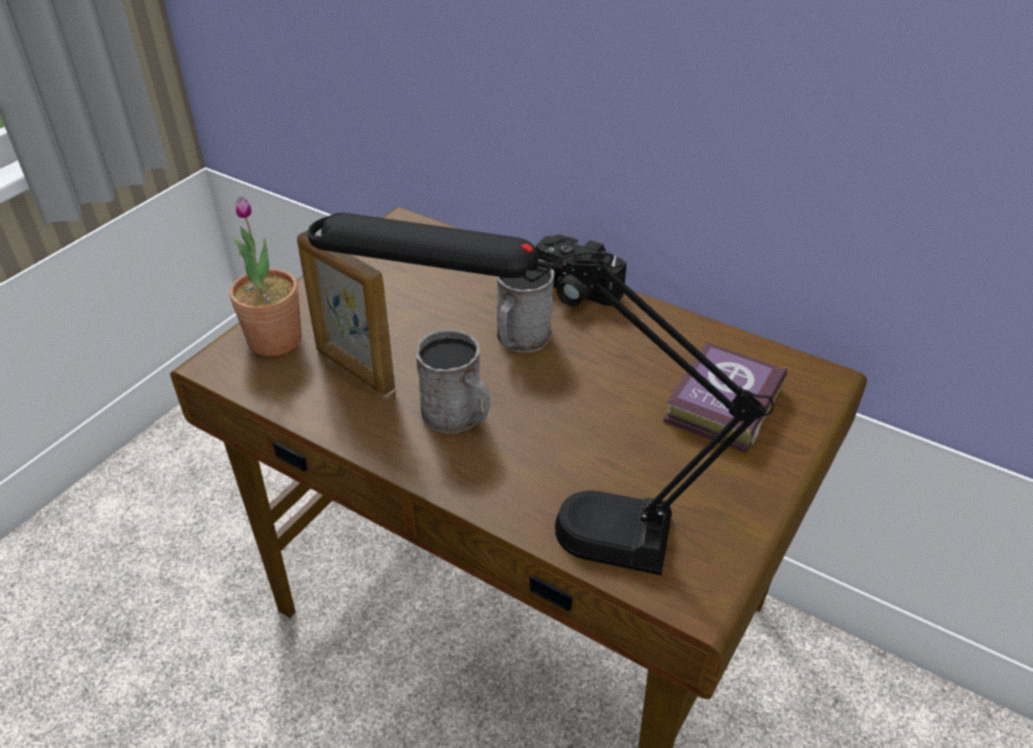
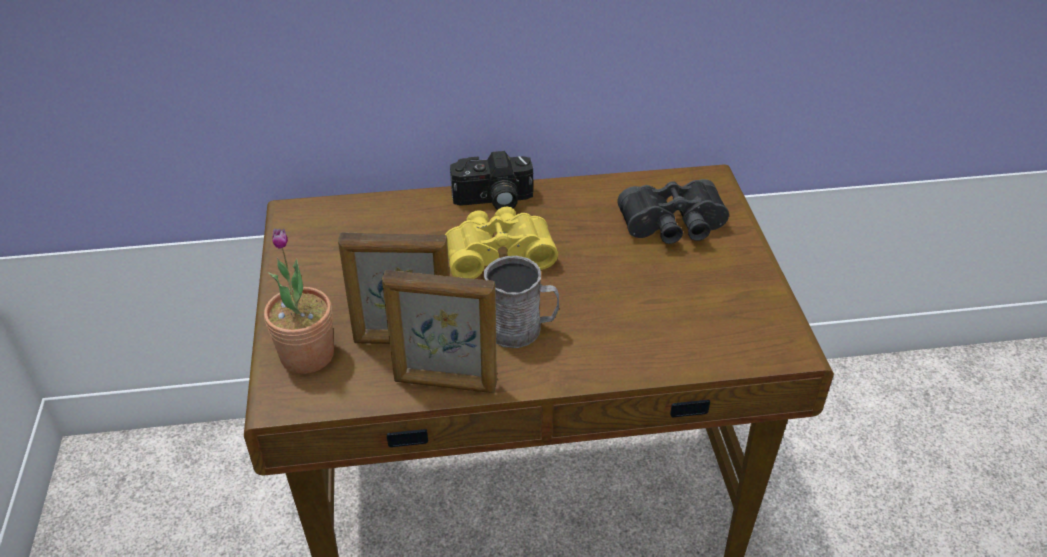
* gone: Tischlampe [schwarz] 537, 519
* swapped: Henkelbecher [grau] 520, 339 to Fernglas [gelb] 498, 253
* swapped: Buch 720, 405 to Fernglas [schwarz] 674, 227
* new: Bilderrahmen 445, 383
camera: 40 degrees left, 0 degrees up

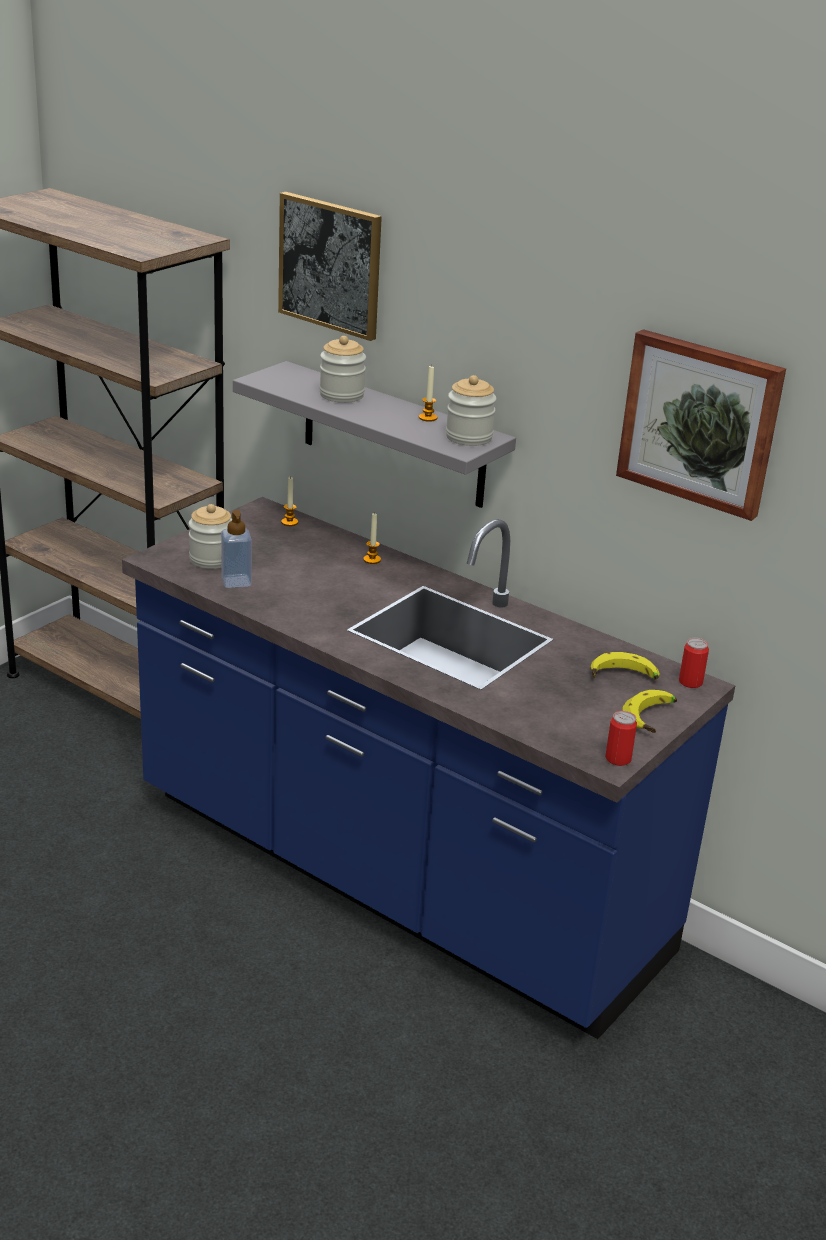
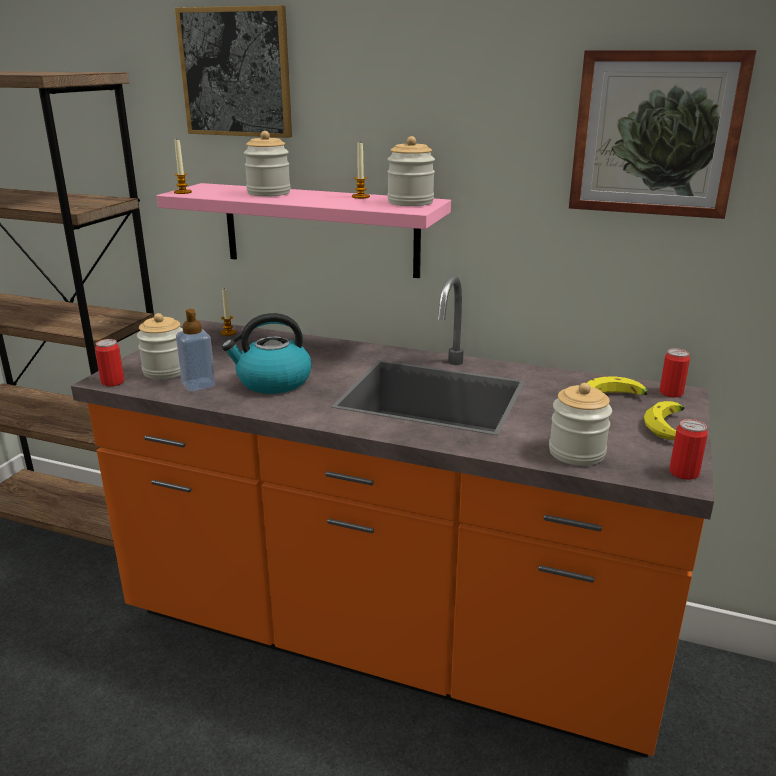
* repainted: Wandregal [grau] 393, 435 to Wandregal [rosa] 320, 230
* repainted: Küchenzeile [blau] 396, 878 to Küchenzeile [orange] 388, 639
* shifted: Kerze 372, 560 to 182, 192
* new: Wasserkessel 273, 382
* new: Dose 113, 382
* new: Vorratsglas 576, 452
camera: 15 degrees left, 5 degrees down

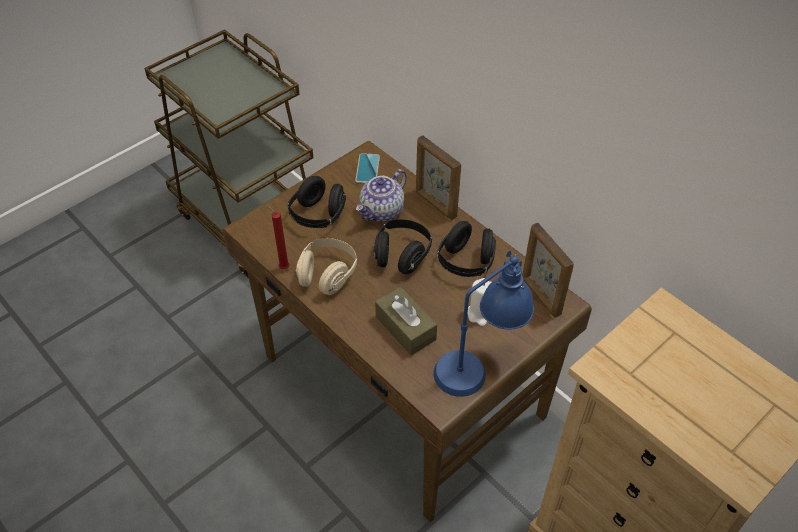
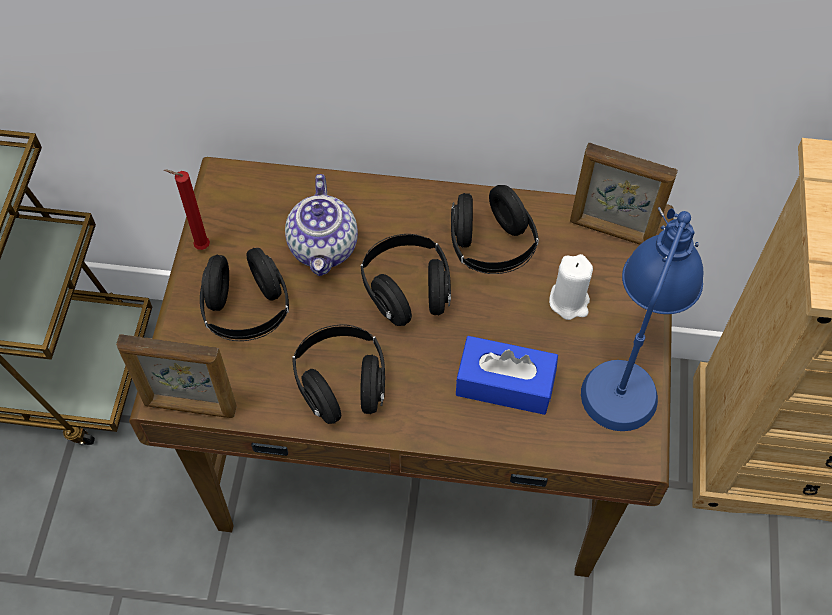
* shifted: Bilderrahmen 435, 204 to 190, 407
* gone: Handy 367, 169
* shifted: Kerze [rot] 283, 267 to 199, 247
* repainted: Kopfhörer [beige] 327, 275 to Kopfhörer [schwarz] 342, 384
* repainted: Taschentuchbox [braun] 405, 328 to Taschentuchbox [blau] 505, 384
camera: 40 degrees left, 10 degrees up

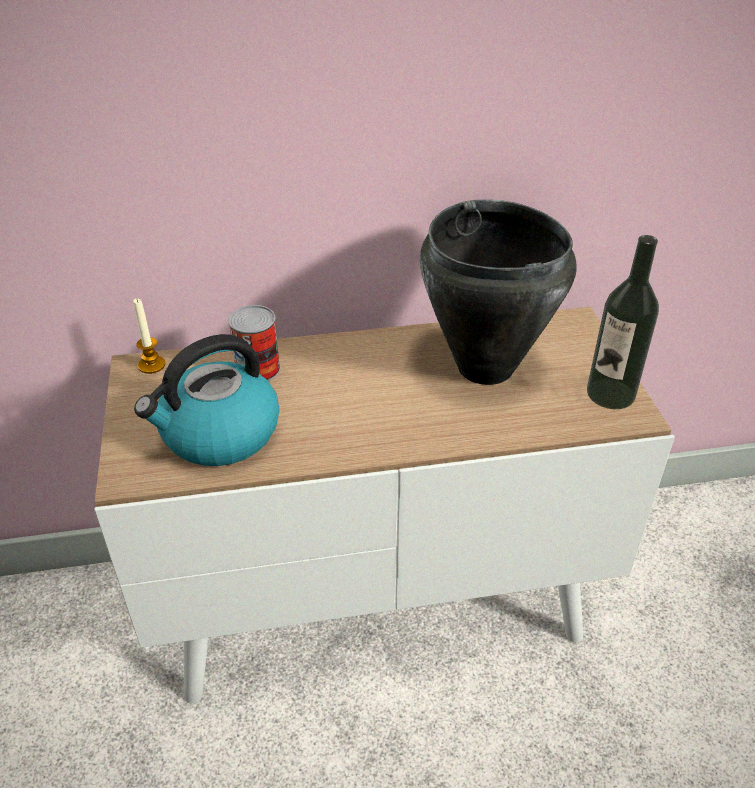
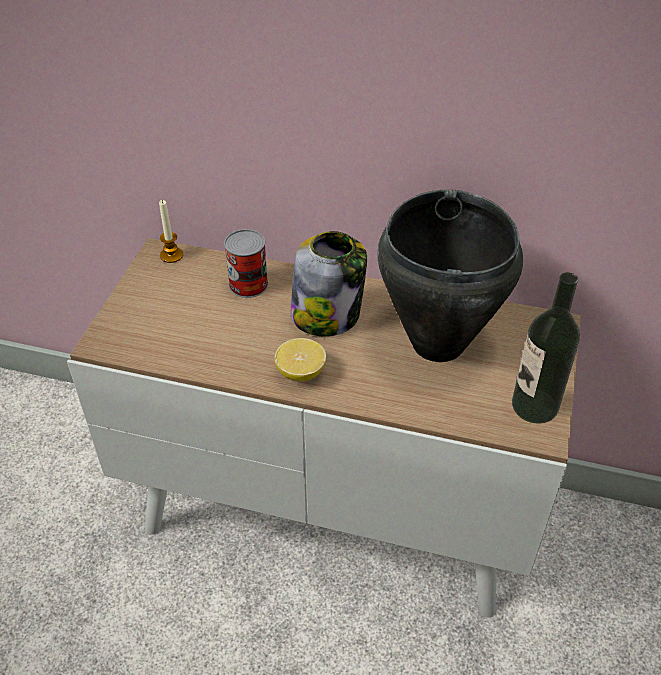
* gone: Wasserkessel 219, 434
* new: Vorratsglas 327, 315
* new: Zitrone 301, 372
camera: 25 degrees right, 5 degrees up

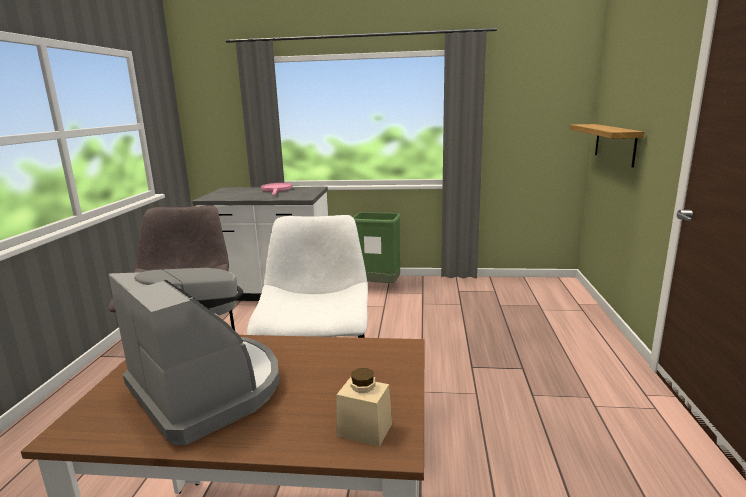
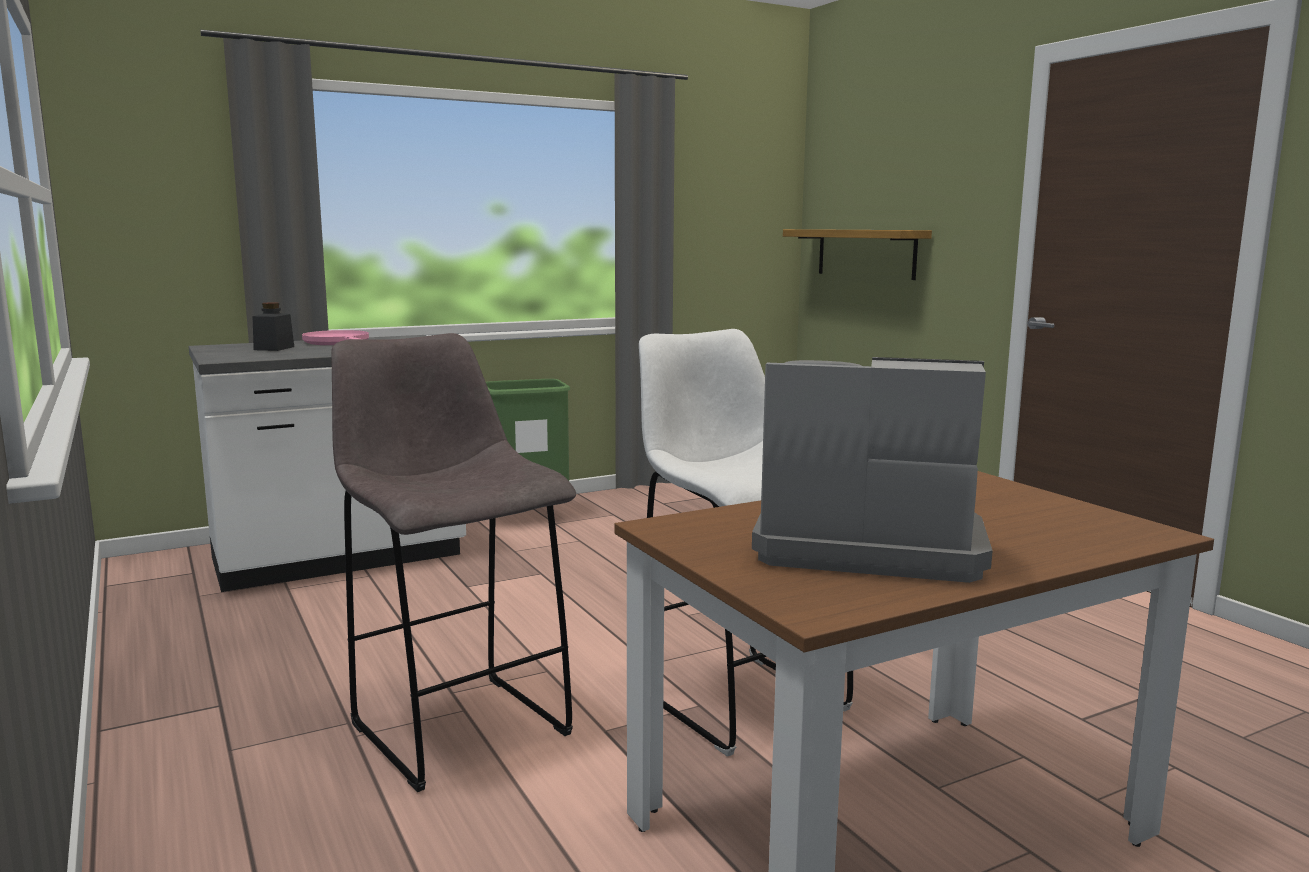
* gone: Vorratsglas [beige] 364, 430
* new: Vorratsglas [schwarz] 274, 348
camera: 35 degrees left, 5 degrees down

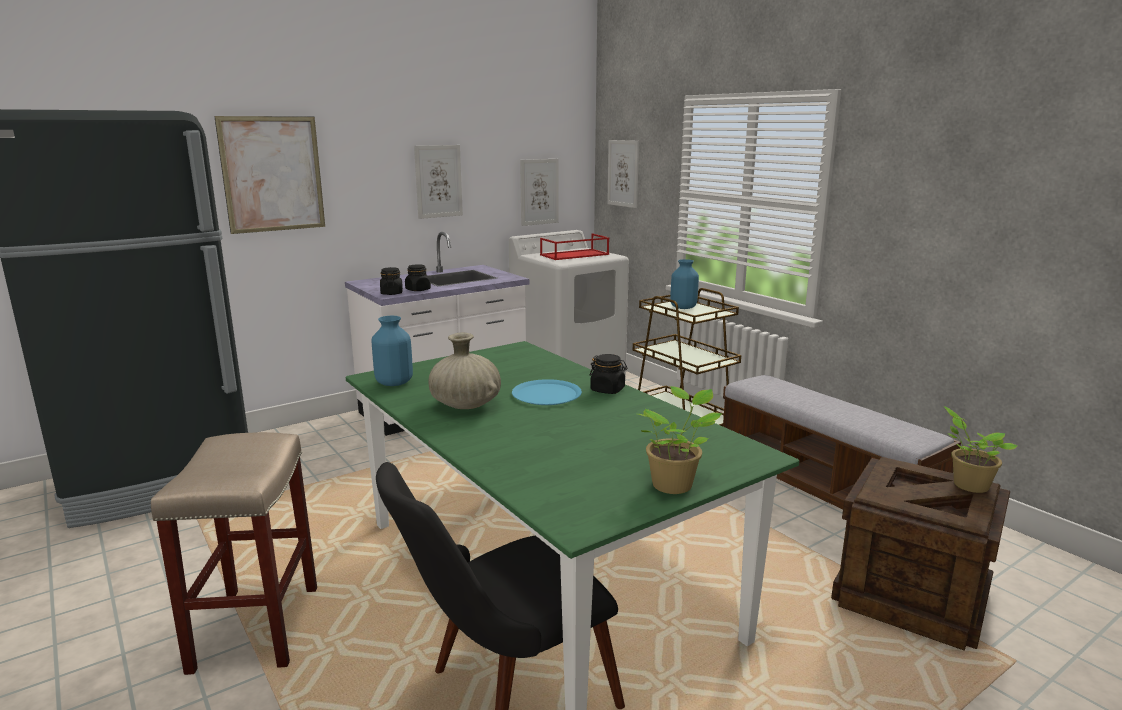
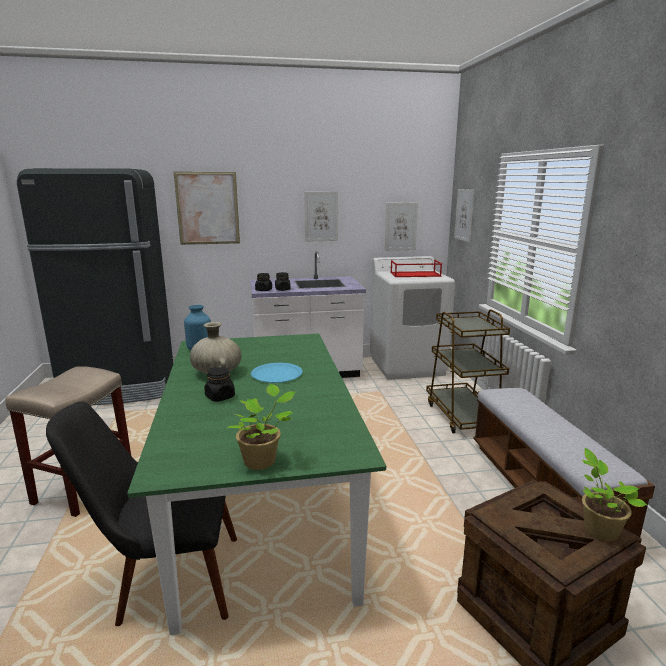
* gone: Vase [blau] 683, 307
* shifted: Vorratsglas [schwarz] 607, 390 to 220, 397
camera: 25 degrees right, 0 degrees up

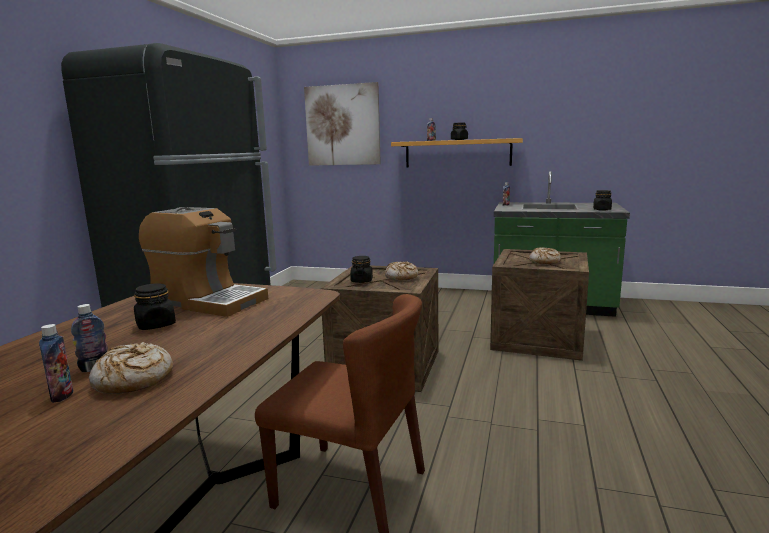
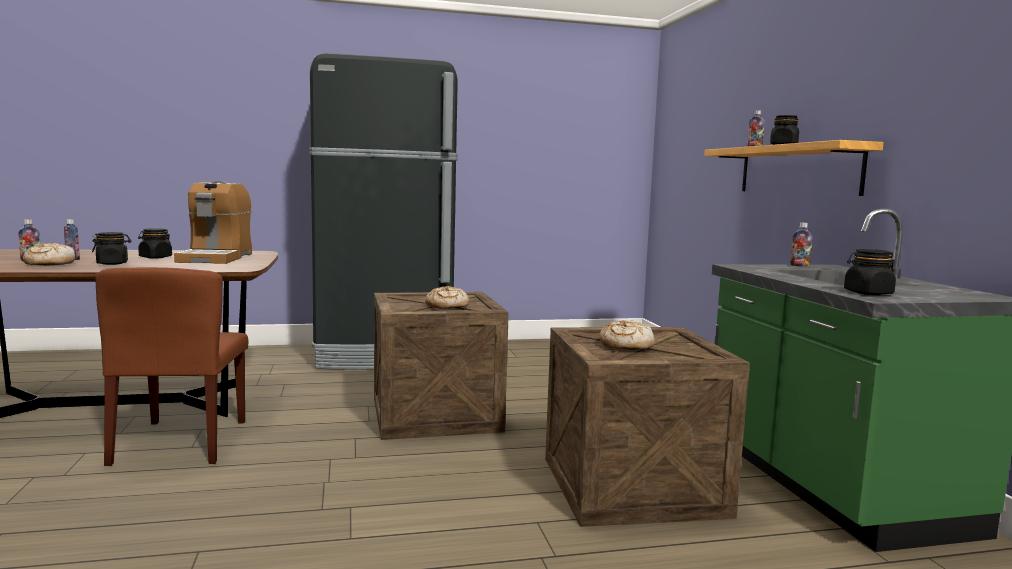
* gone: Bild 342, 125
* shifted: Vorratsglas [schwarz] 361, 281 to 112, 263
camera: 60 degrees right, 5 degrees down

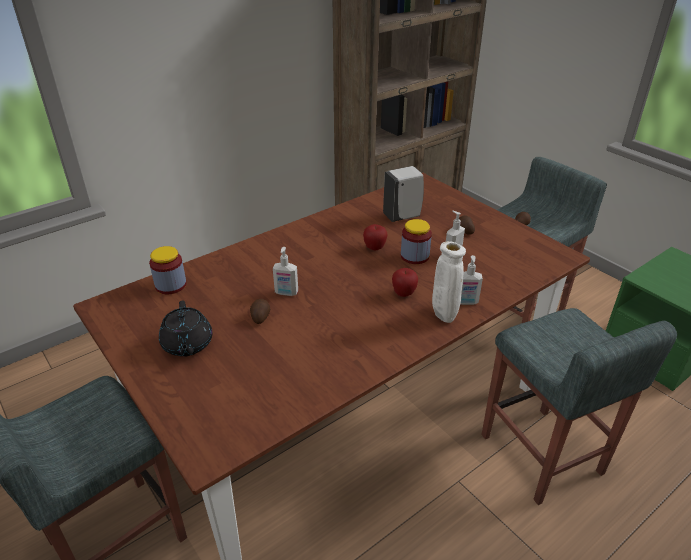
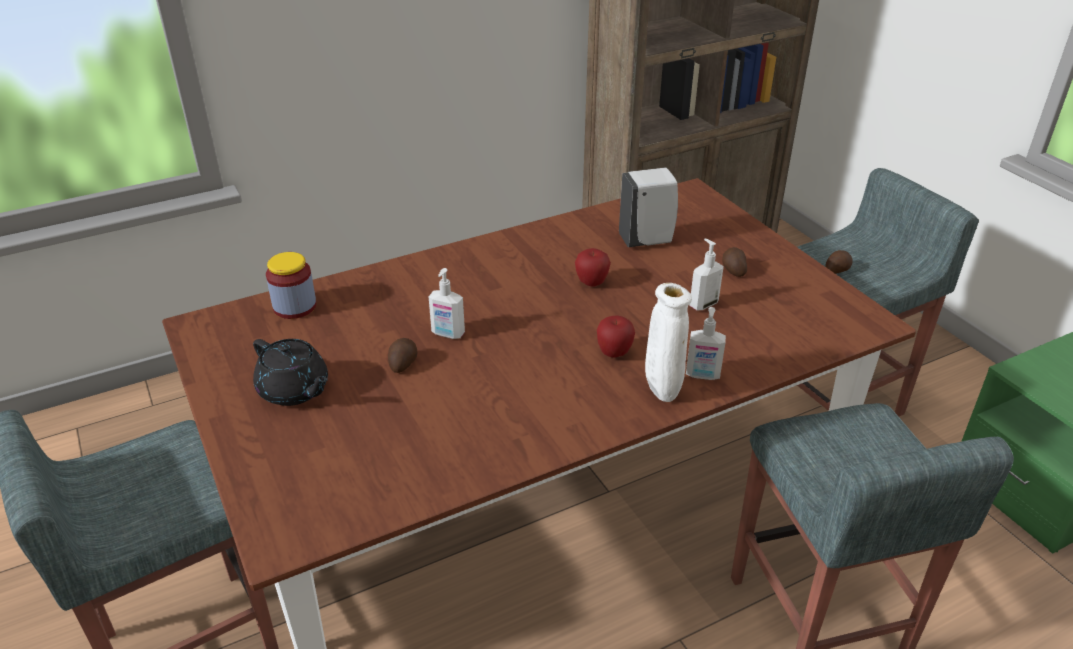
* gone: Vorratsglas 414, 256
* rotated: Teekanne [schwarz] 187, 345 = 294, 390 45 degrees counterclockwise
camera: 10 degrees right, 0 degrees up

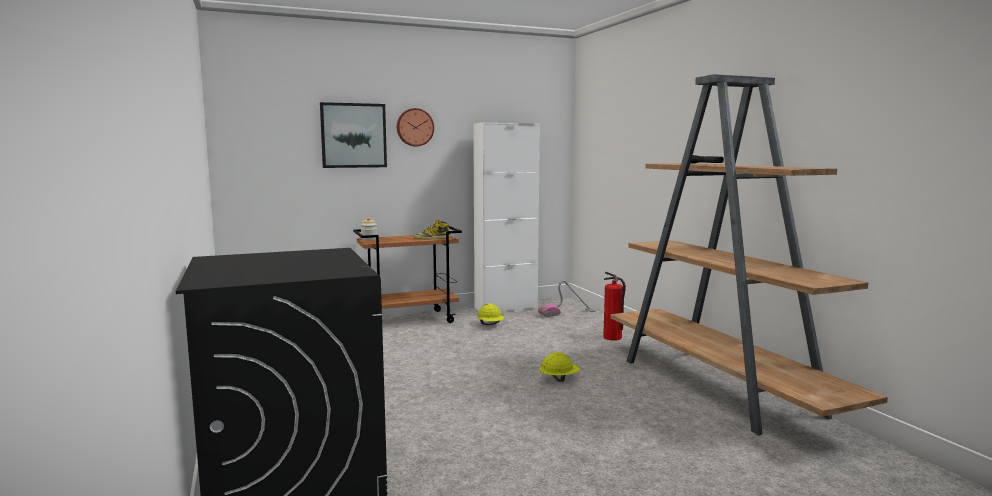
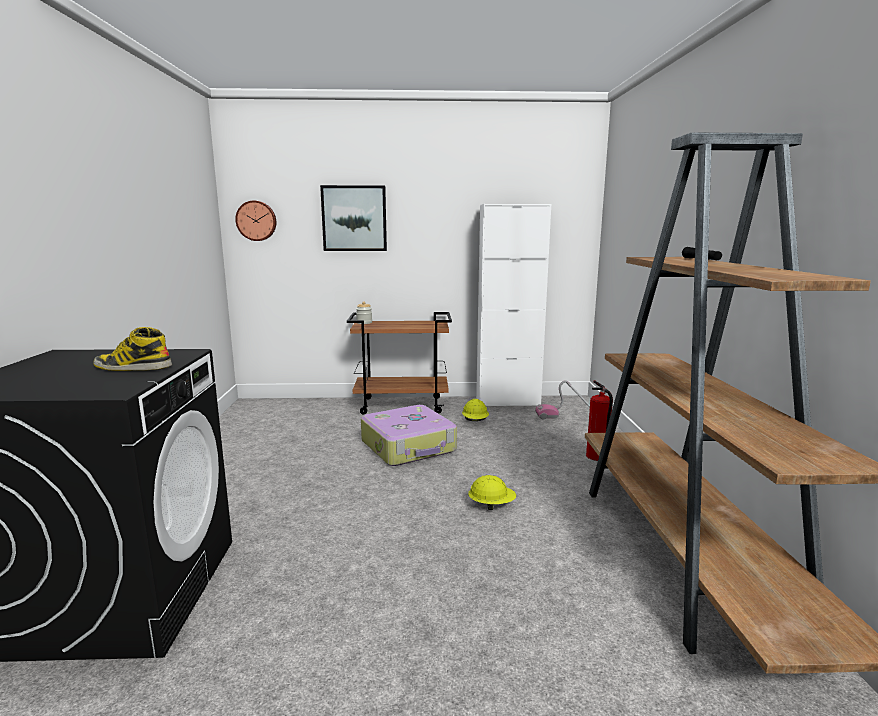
* shifted: Wanduhr 414, 127 to 256, 221
* shifted: Stiefel 432, 238 to 132, 367
* new: Koffer 409, 446
camera: 20 degrees right, 5 degrees up

